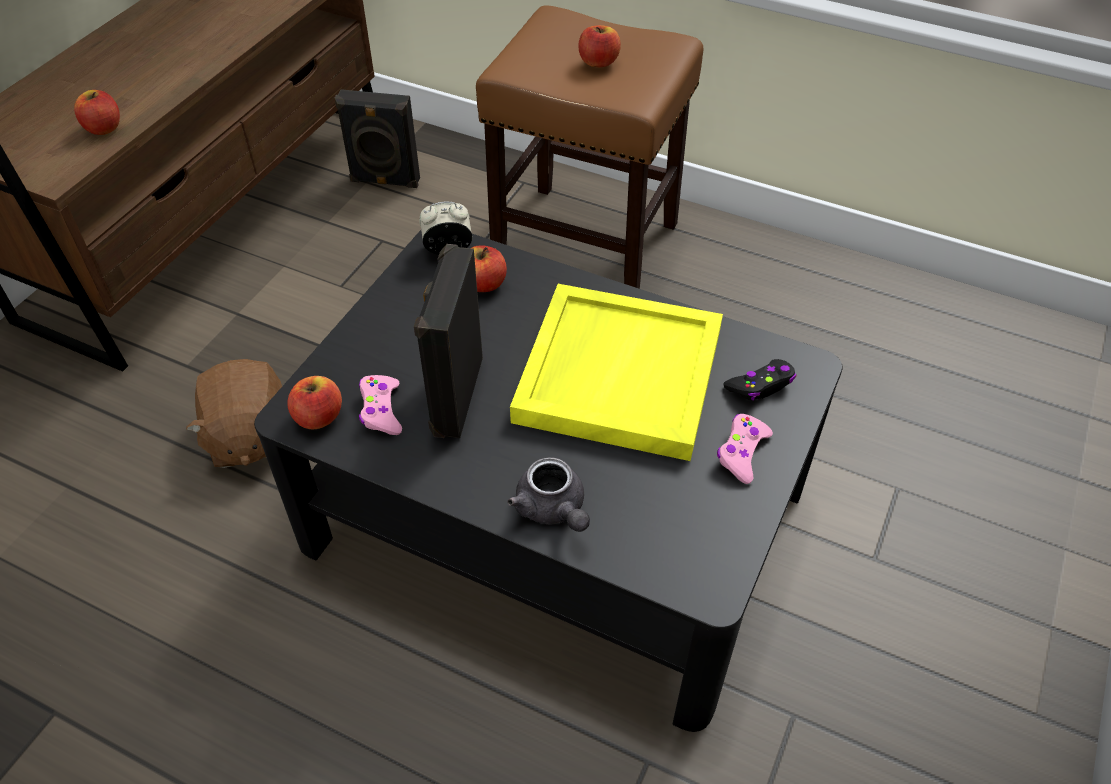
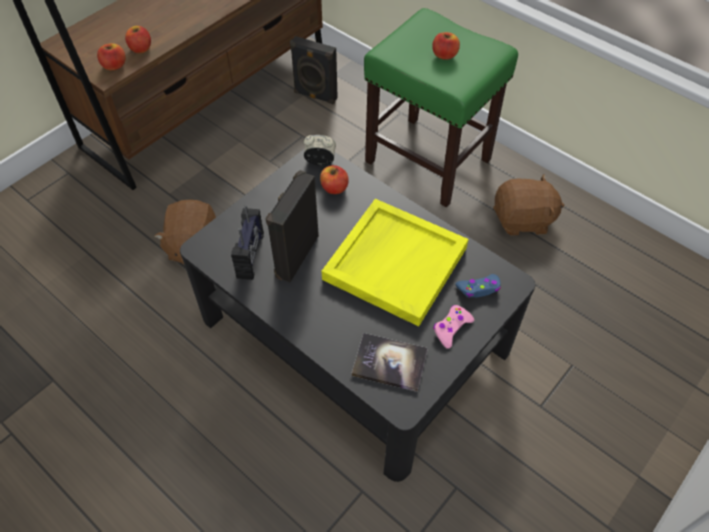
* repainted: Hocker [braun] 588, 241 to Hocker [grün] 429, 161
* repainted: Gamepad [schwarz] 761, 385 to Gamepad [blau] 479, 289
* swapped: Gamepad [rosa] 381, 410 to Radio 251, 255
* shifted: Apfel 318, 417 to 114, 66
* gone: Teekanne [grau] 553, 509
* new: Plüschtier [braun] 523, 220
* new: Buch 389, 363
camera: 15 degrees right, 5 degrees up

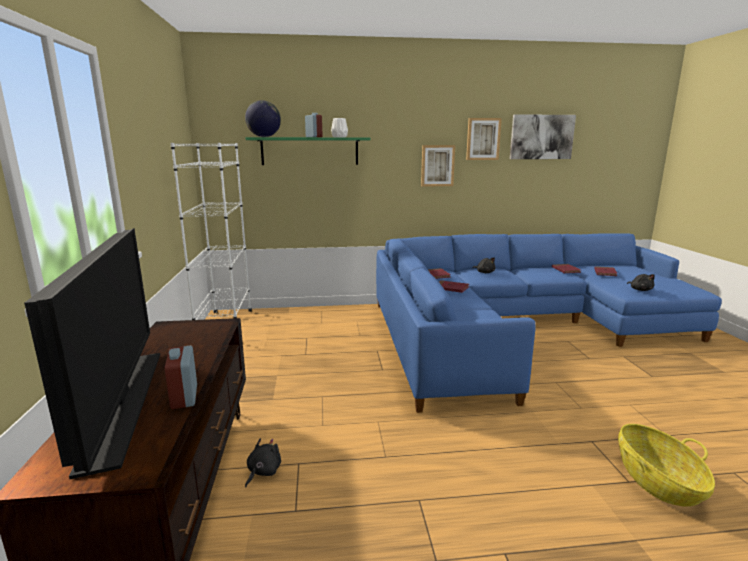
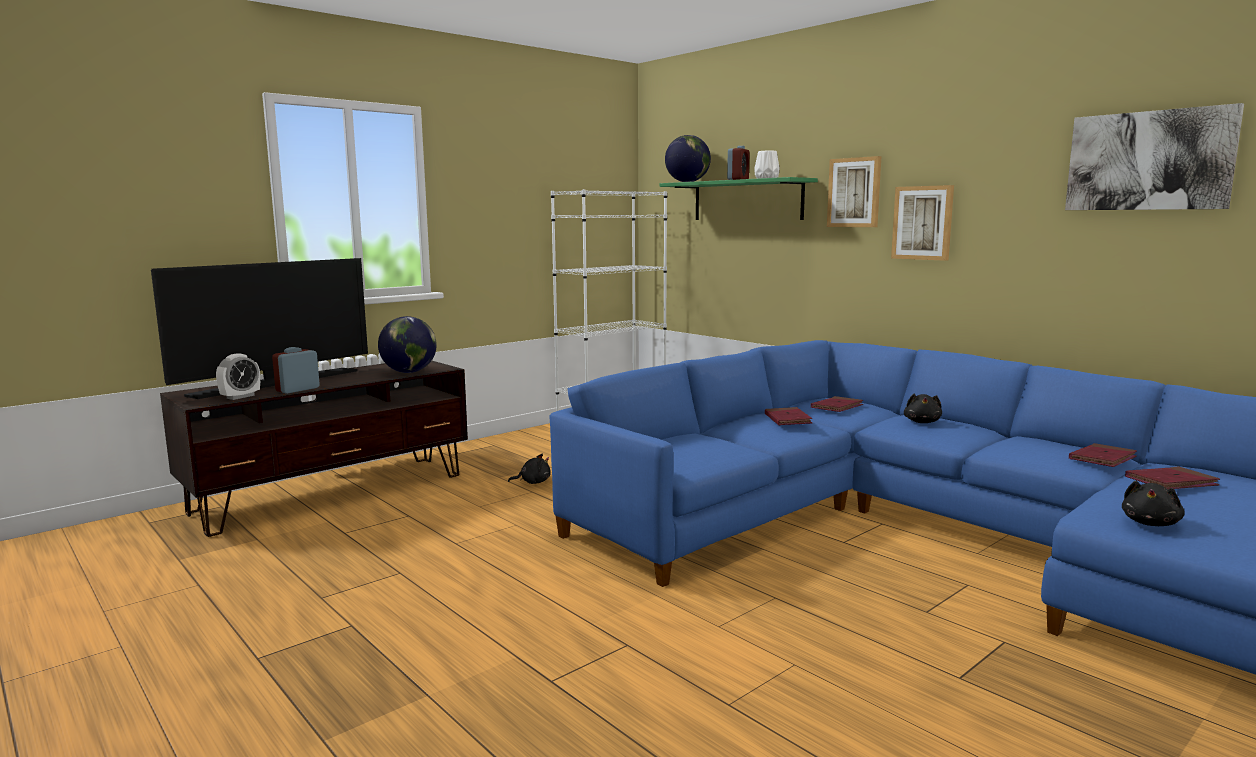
* shifted: Bild 483, 139 to 854, 192
* gone: Korb 657, 481
* shifted: Plüschtier [schwarz] 263, 472 to 533, 482
* new: Globus 409, 372
* new: Wecker 240, 397
camera: 55 degrees right, 5 degrees down

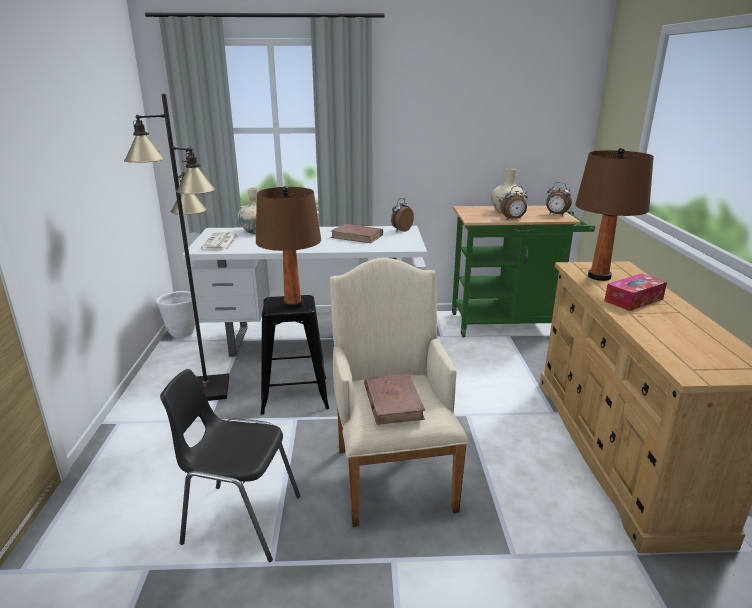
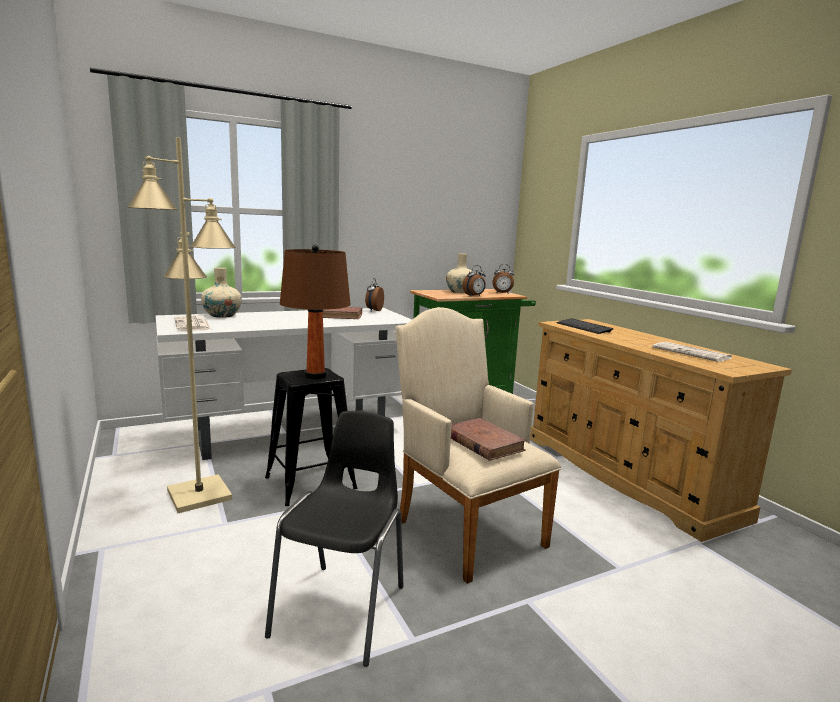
* repainted: Stehlampe [schwarz] 206, 389 to Stehlampe [beige] 198, 495
* swapped: Tischlampe [braun] 599, 277 to Tastatur 583, 327
* gone: Taschentuchbox 633, 300
* gone: Pflanzkübel [weiß] 181, 333
* rotated: Stuhl [schwarz] 240, 519 = 343, 608 120 degrees clockwise
* new: Zeitung 692, 353
camera: 25 degrees left, 10 degrees down

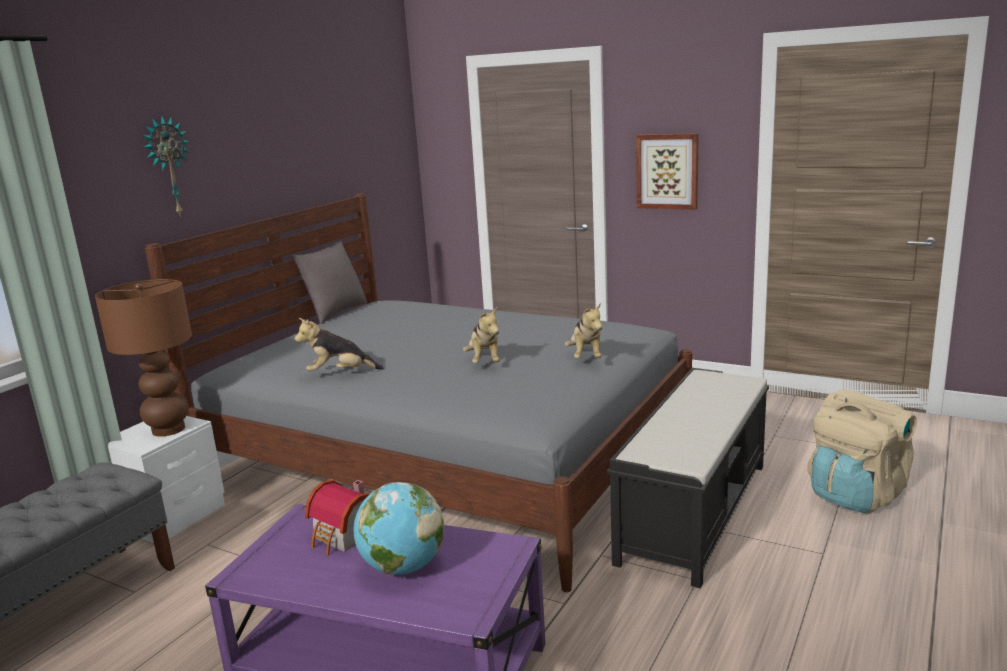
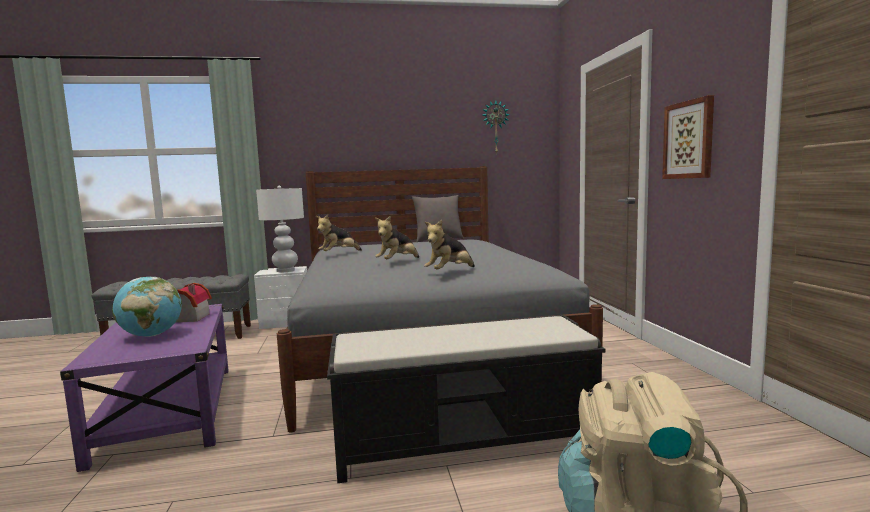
* shifted: Wanduhr 168, 166 to 495, 127
* repainted: Tischlampe [braun] 168, 430 to Tischlampe [weiß] 285, 271
* rotated: Plüschtier 340, 373 = 339, 254 90 degrees counterclockwise
camera: 50 degrees right, 10 degrees down

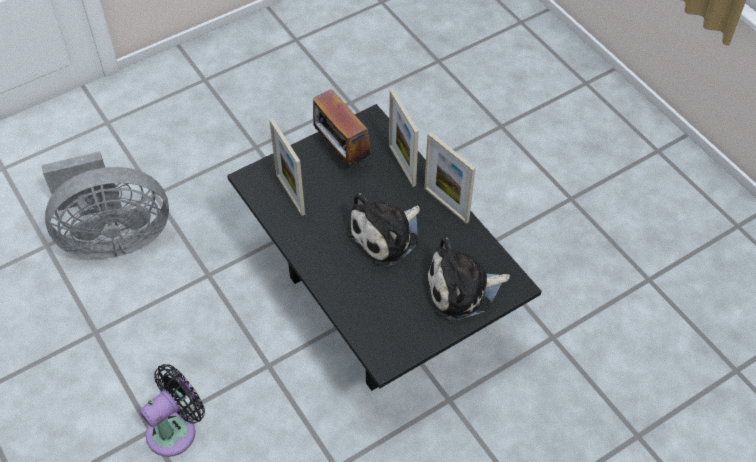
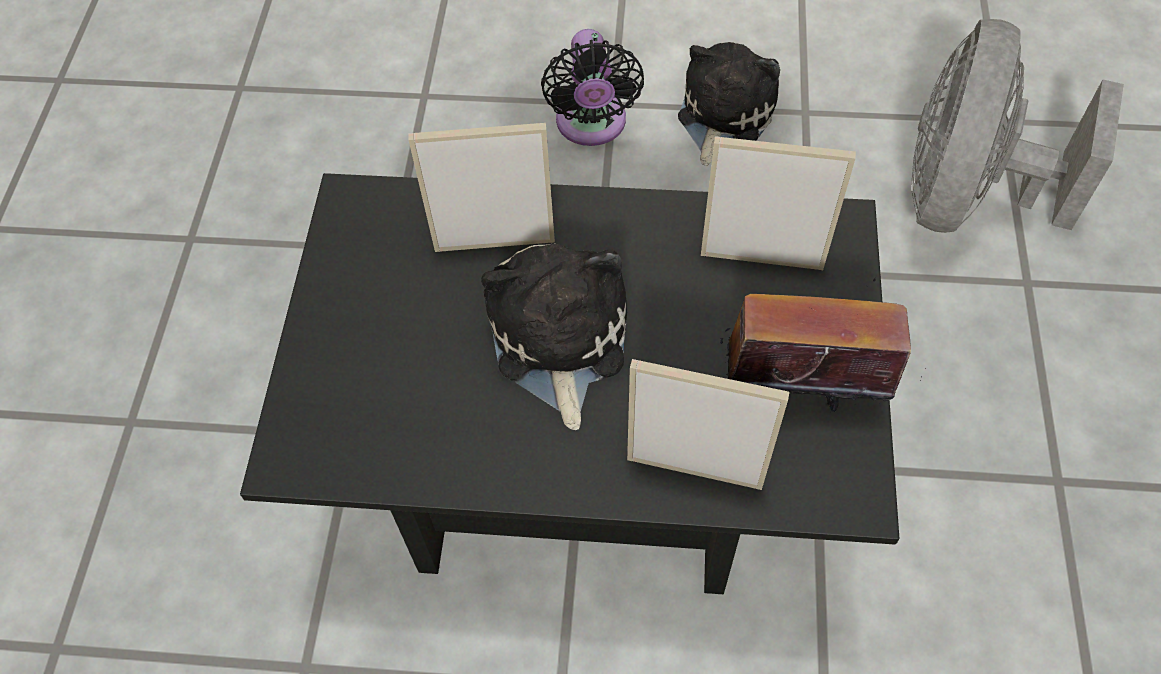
* shifted: Bilderrahmen 446, 205 to 494, 244
* shifted: Plüschtier 463, 290 to 722, 115
camera: 130 degrees right, 5 degrees up

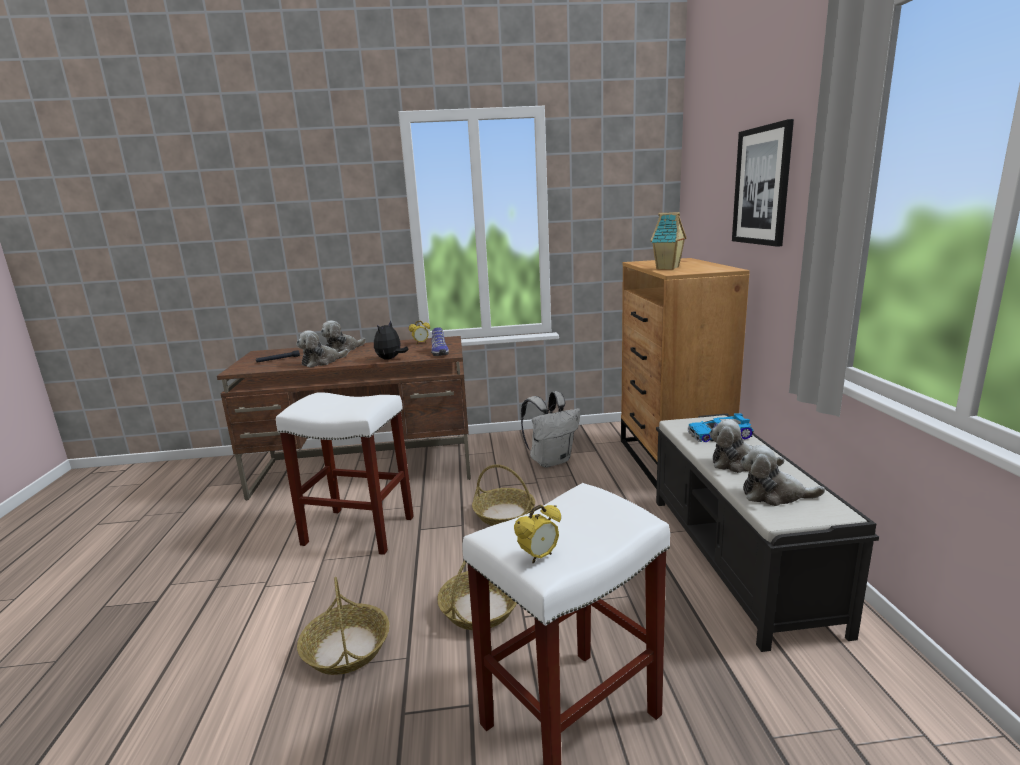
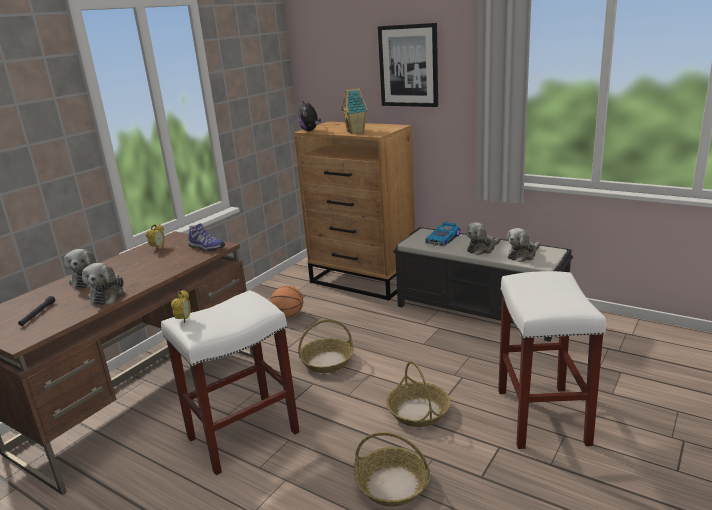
* shifted: Plüschtier 390, 359 to 310, 130
* swapped: Rucksack [weiß] 551, 460 to Basketball 288, 316
* shifted: Wecker 539, 557 to 184, 320
camera: 50 degrees left, 5 degrees up

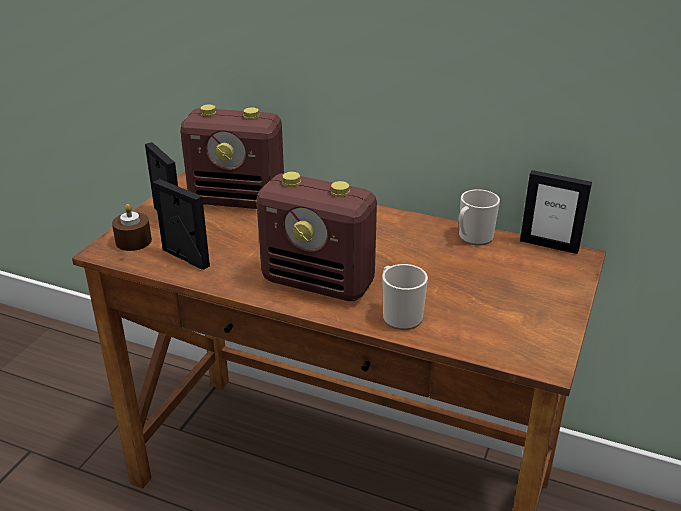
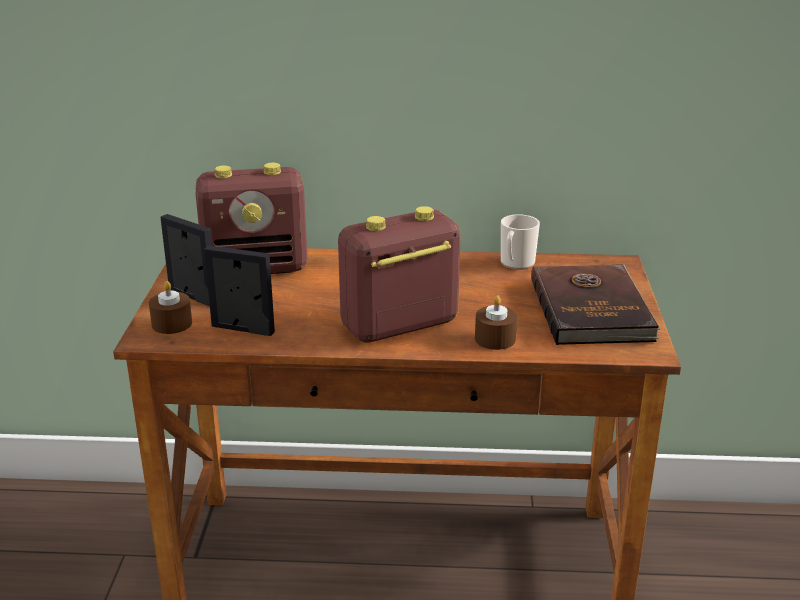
* gone: Bilderrahmen 549, 245
* rotated: Radio 319, 283 = 398, 326 150 degrees clockwise
* swapped: Henkelbecher 399, 315 to Kerze [braun] 495, 339
* new: Buch [braun] 592, 309
camera: 20 degrees left, 5 degrees down

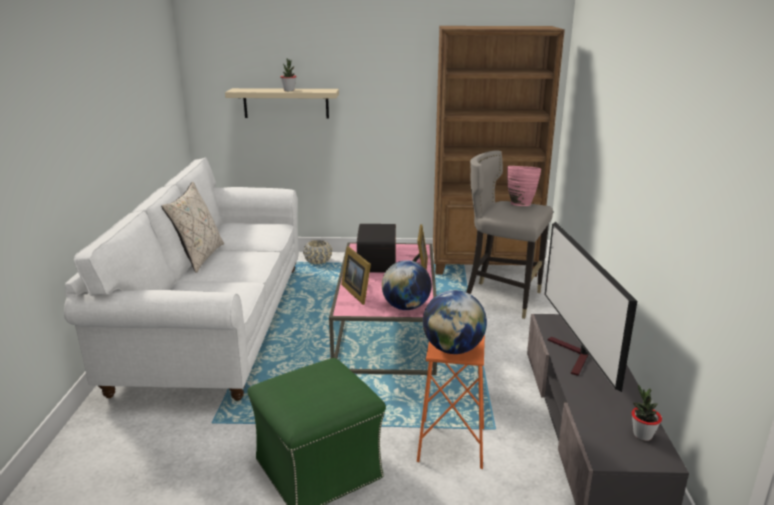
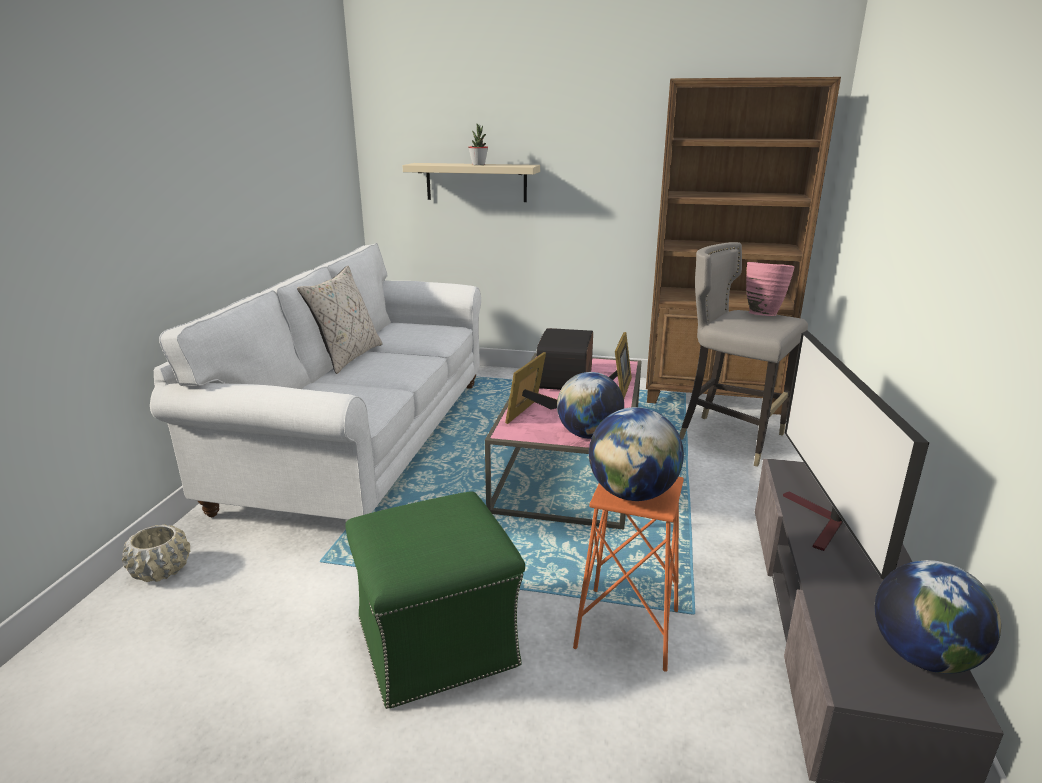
* shifted: Pflanzkübel [beige] 318, 261 to 161, 570
* rotated: Bilderrahmen 357, 292 = 530, 412 45 degrees clockwise
* swapped: Topfpflanze 642, 435 to Globus 922, 656
camera: 10 degrees right, 0 degrees up

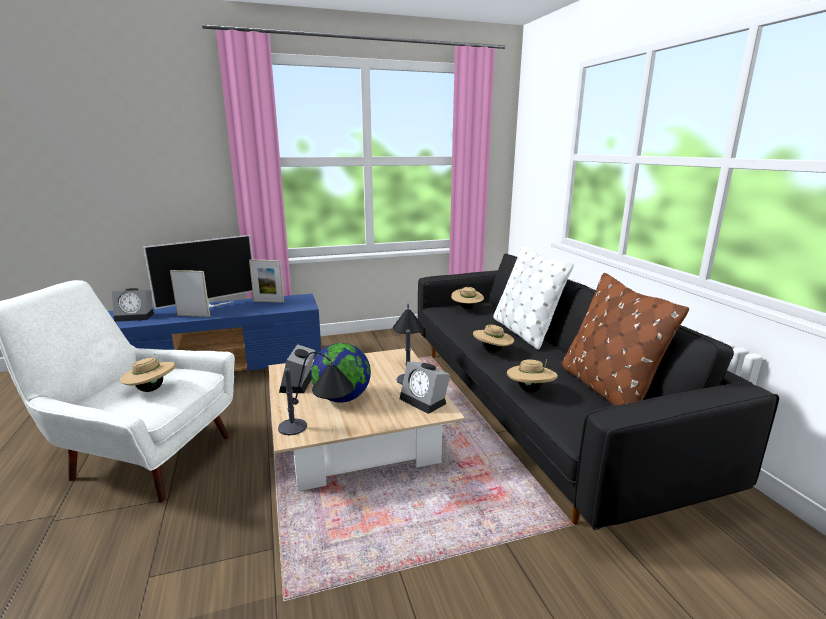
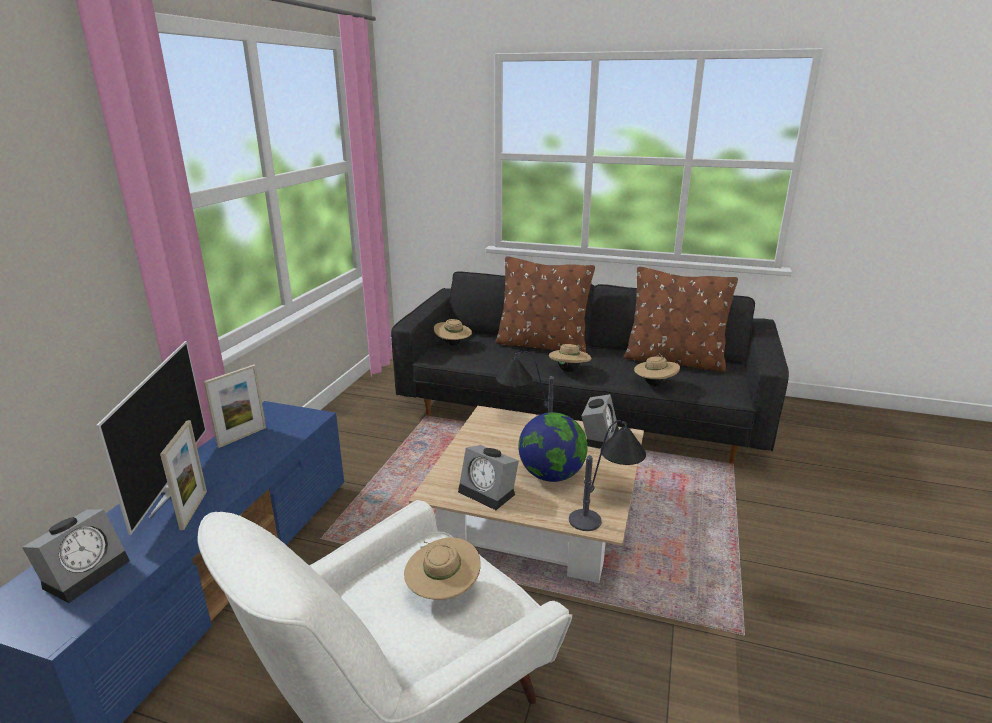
* repainted: Kissen [weiß] 524, 332 to Kissen [braun] 542, 345
* rotated: Bilderrahmen 193, 316 = 193, 510 135 degrees clockwise
* rotated: Wecker 425, 401 = 599, 436 60 degrees counterclockwise
camera: 55 degrees left, 5 degrees up

